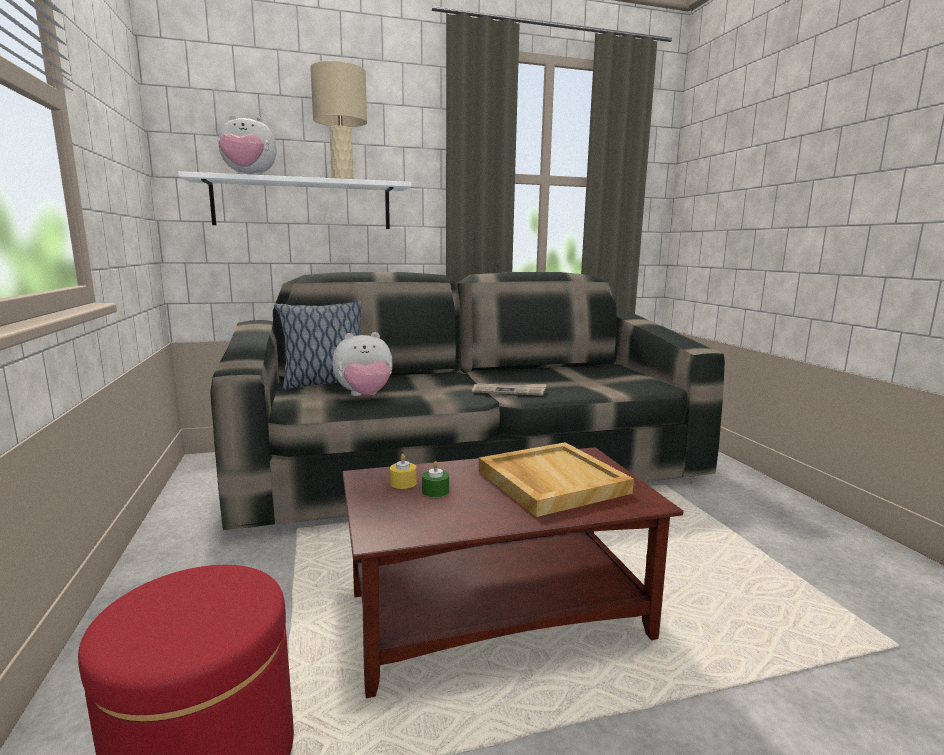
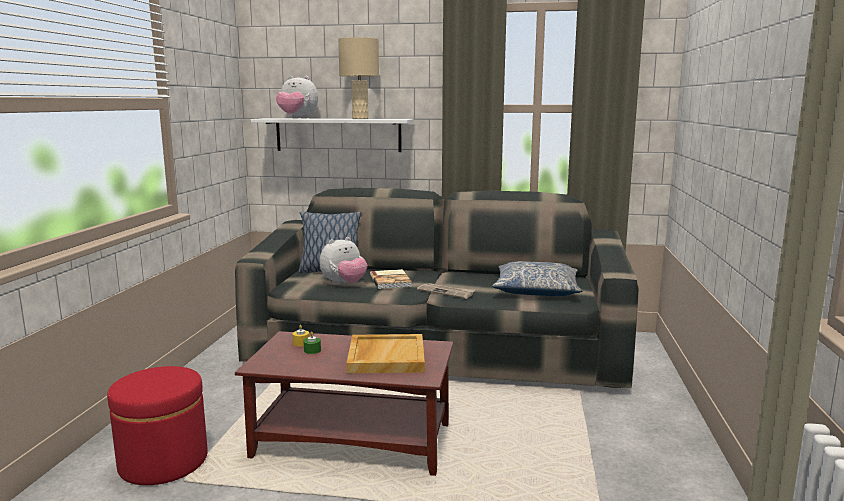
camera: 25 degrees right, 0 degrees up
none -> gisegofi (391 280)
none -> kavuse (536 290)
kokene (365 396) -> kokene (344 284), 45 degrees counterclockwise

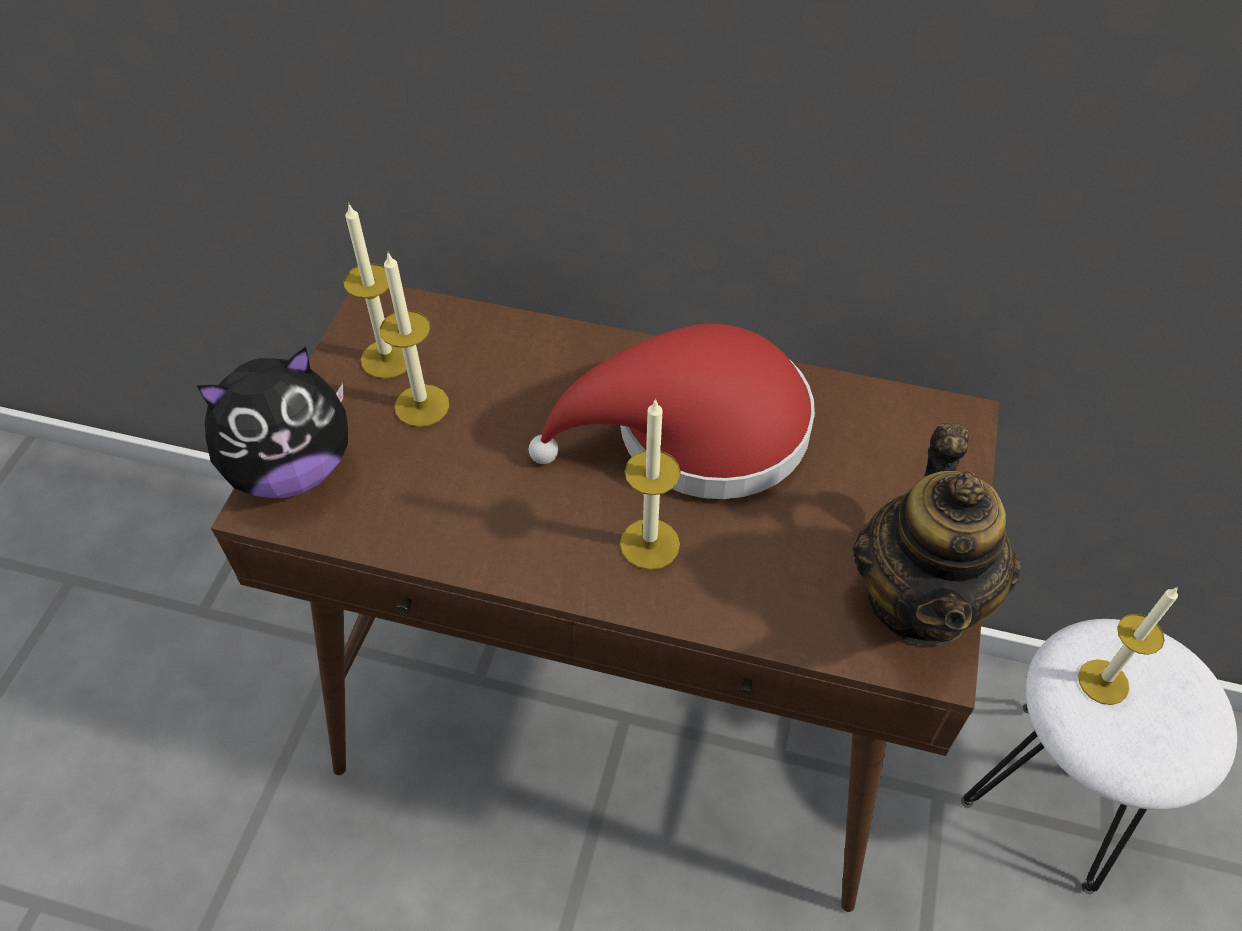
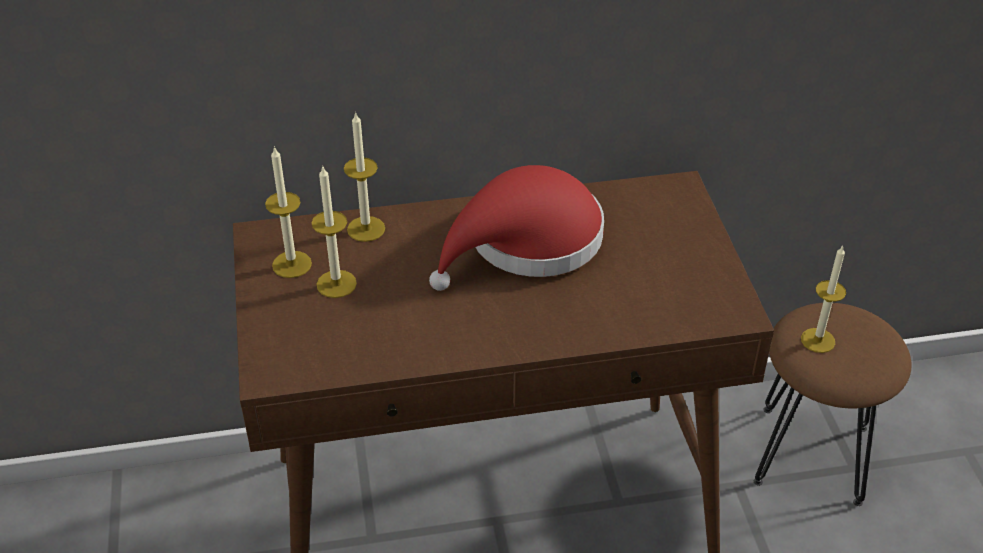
camera: 25 degrees left, 10 degrees down
kokene (292 469) -> none
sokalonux (920 599) -> none
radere (649 544) -> radere (366 229), relocated
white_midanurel (1055 792) -> brown_midanurel (809 454)

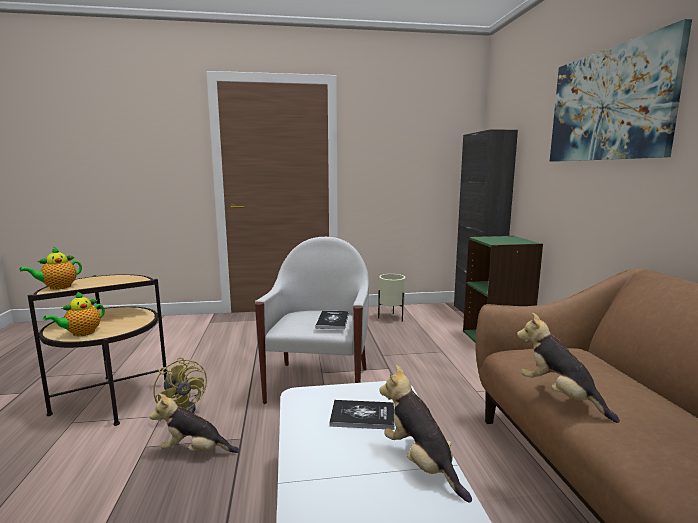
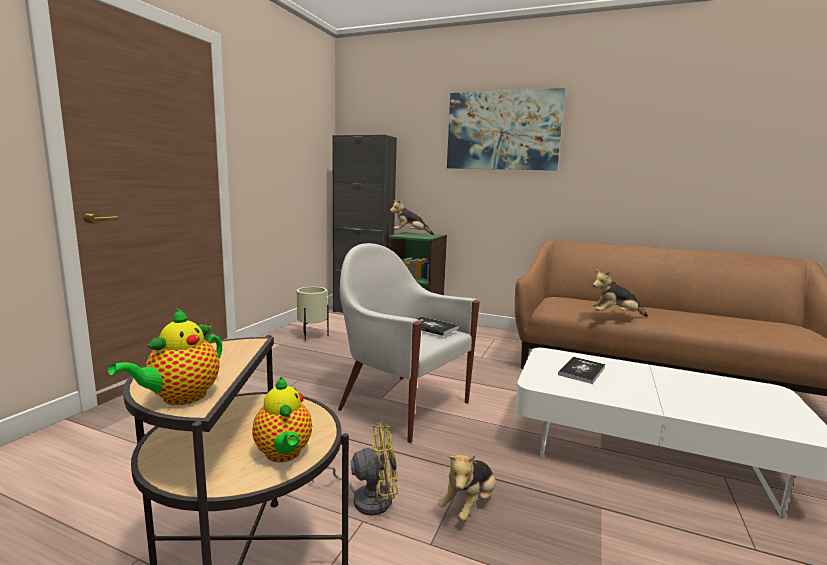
camera: 60 degrees left, 0 degrees up
kokene (421 463) -> kokene (410 234), relocated
sokalonux (57 287) -> sokalonux (180 398), 45 degrees clockwise

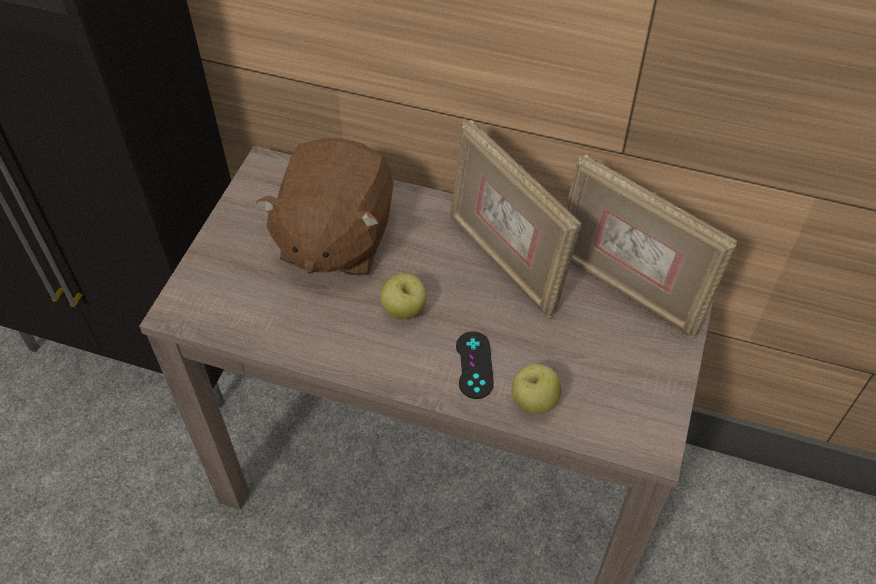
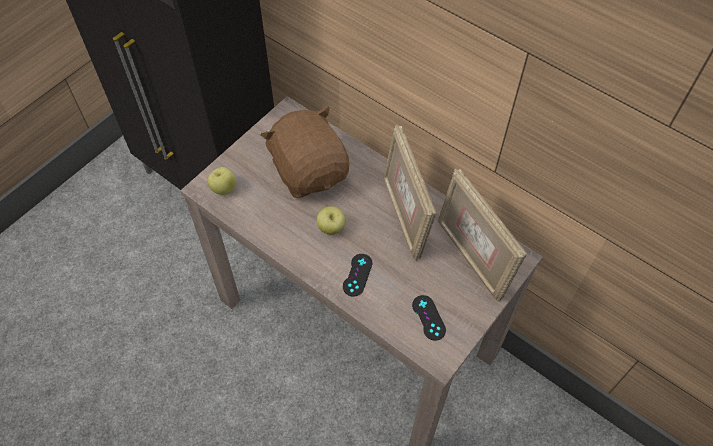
camera: 20 degrees right, 5 degrees up
none -> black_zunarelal (428 317)
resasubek (534 401) -> resasubek (223 188), relocated
brown_kokene (335 239) -> brown_kokene (309 171), 120 degrees clockwise

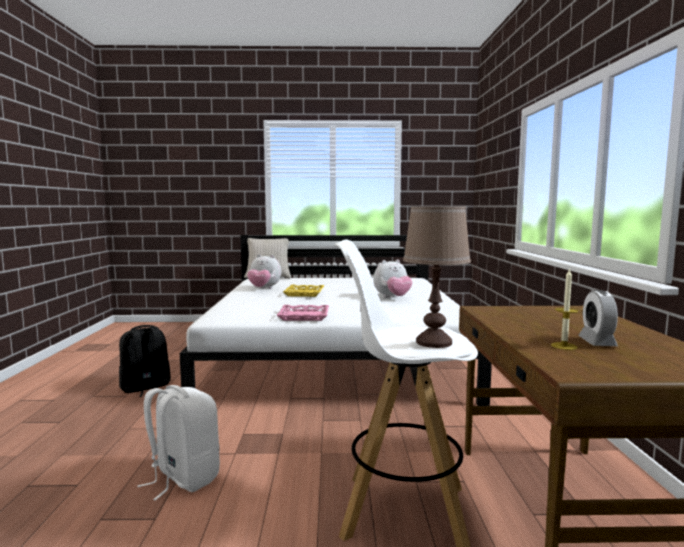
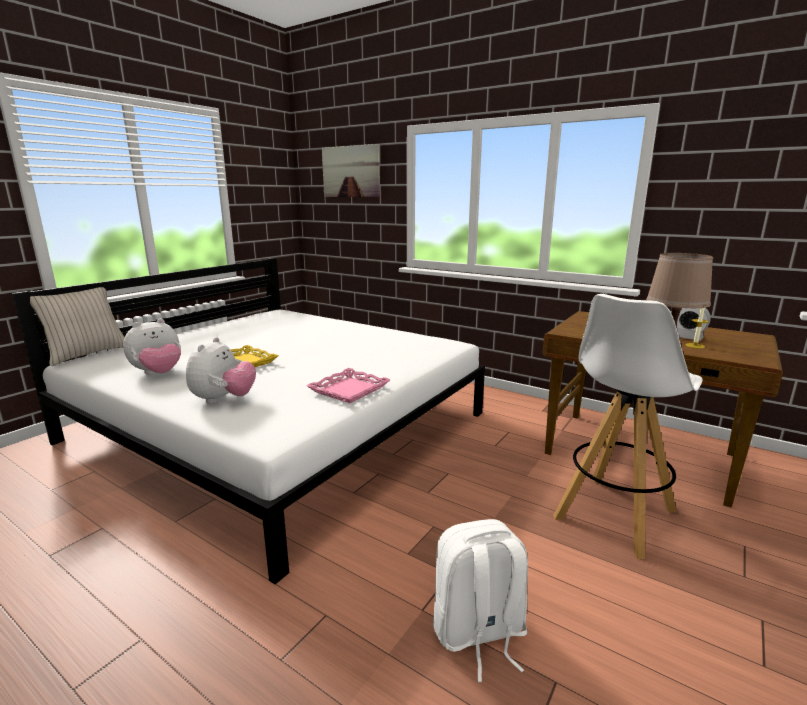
camera: 55 degrees left, 10 degrees up
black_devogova (145 388) -> none
none -> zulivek (351 171)
kokene (392 298) -> kokene (223 400), relocated

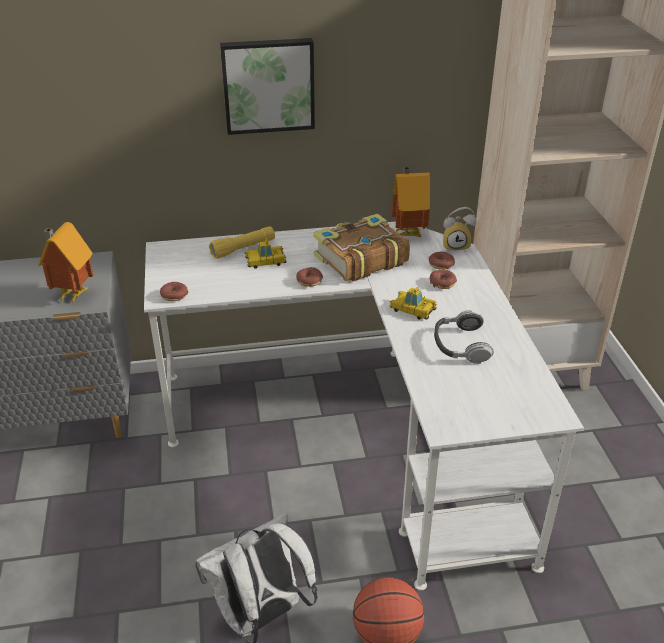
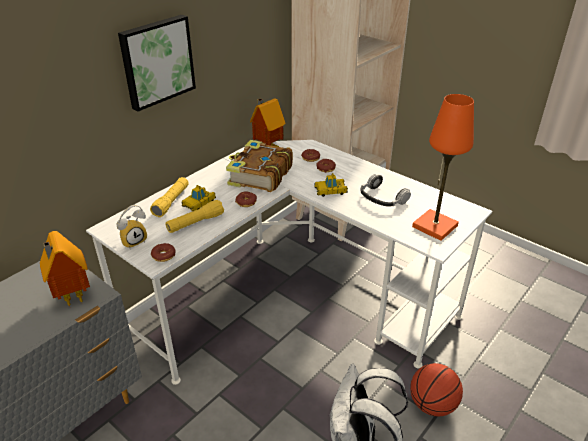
camera: 40 degrees left, 0 degrees up
none -> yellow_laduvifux (195 223)
none -> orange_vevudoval (434 226)
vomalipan (456 246) -> vomalipan (134 240), relocated

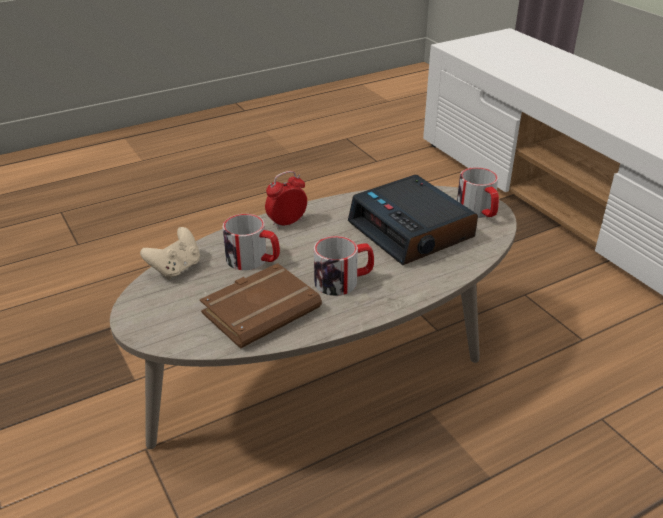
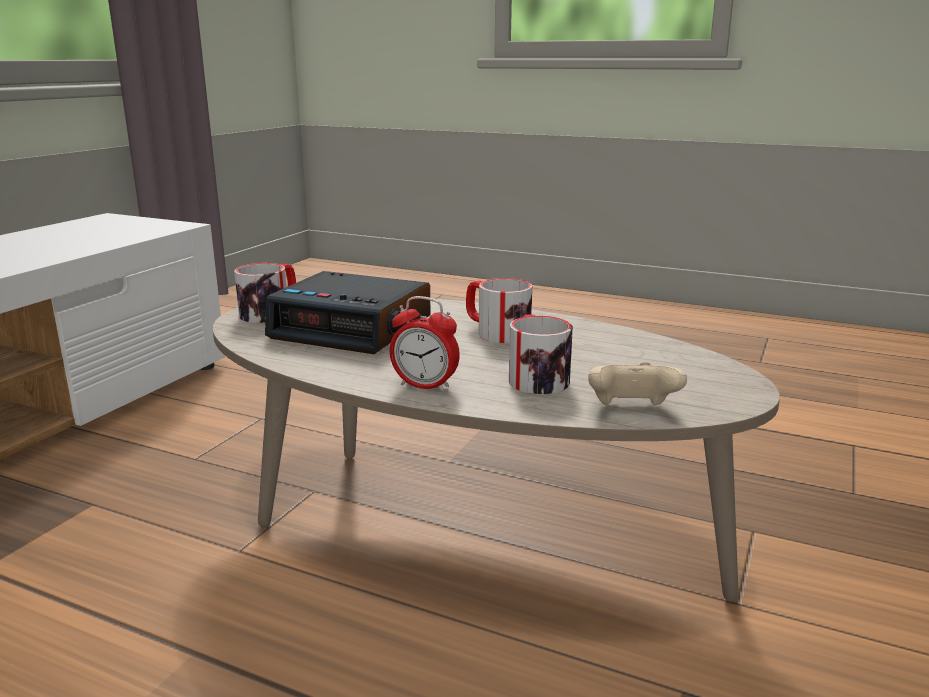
camera: 125 degrees left, 15 degrees down
brown_gisegofi (261 309) -> none
vomalipan (412 231) -> vomalipan (353 328), 90 degrees clockwise

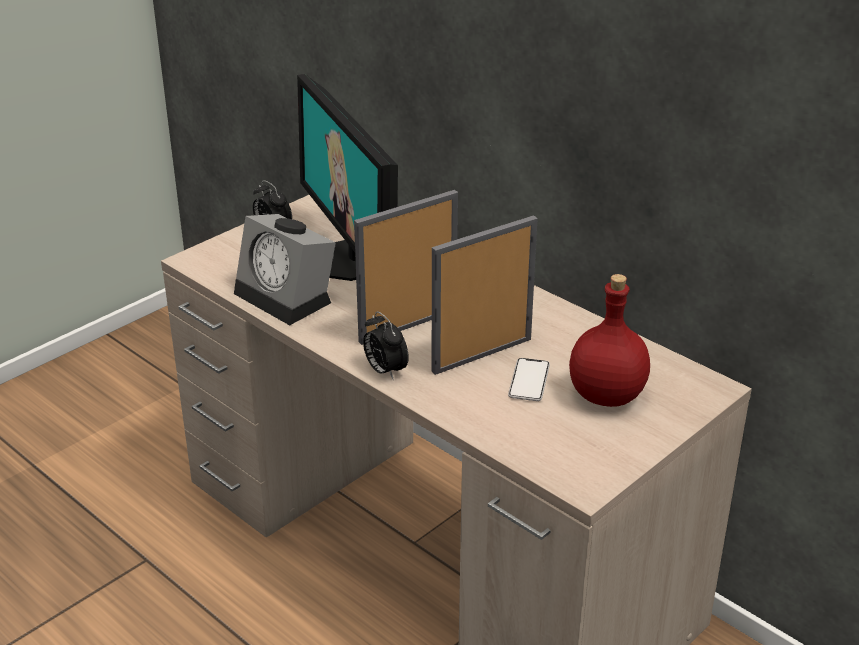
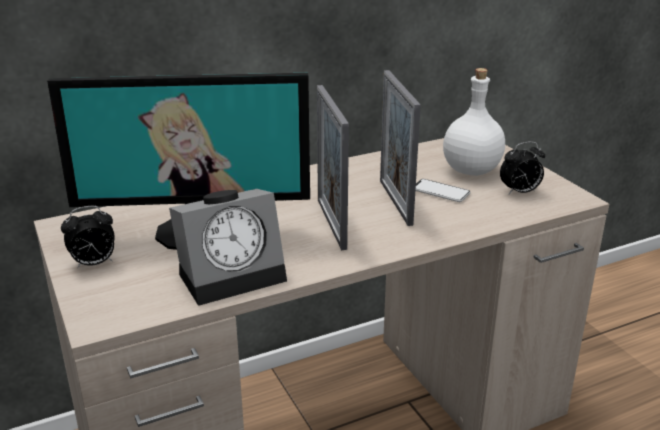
camera: 70 degrees left, 5 degrees down
vomalipan (385 371) -> vomalipan (519 192), relocated
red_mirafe (608 396) -> white_mirafe (472 170)

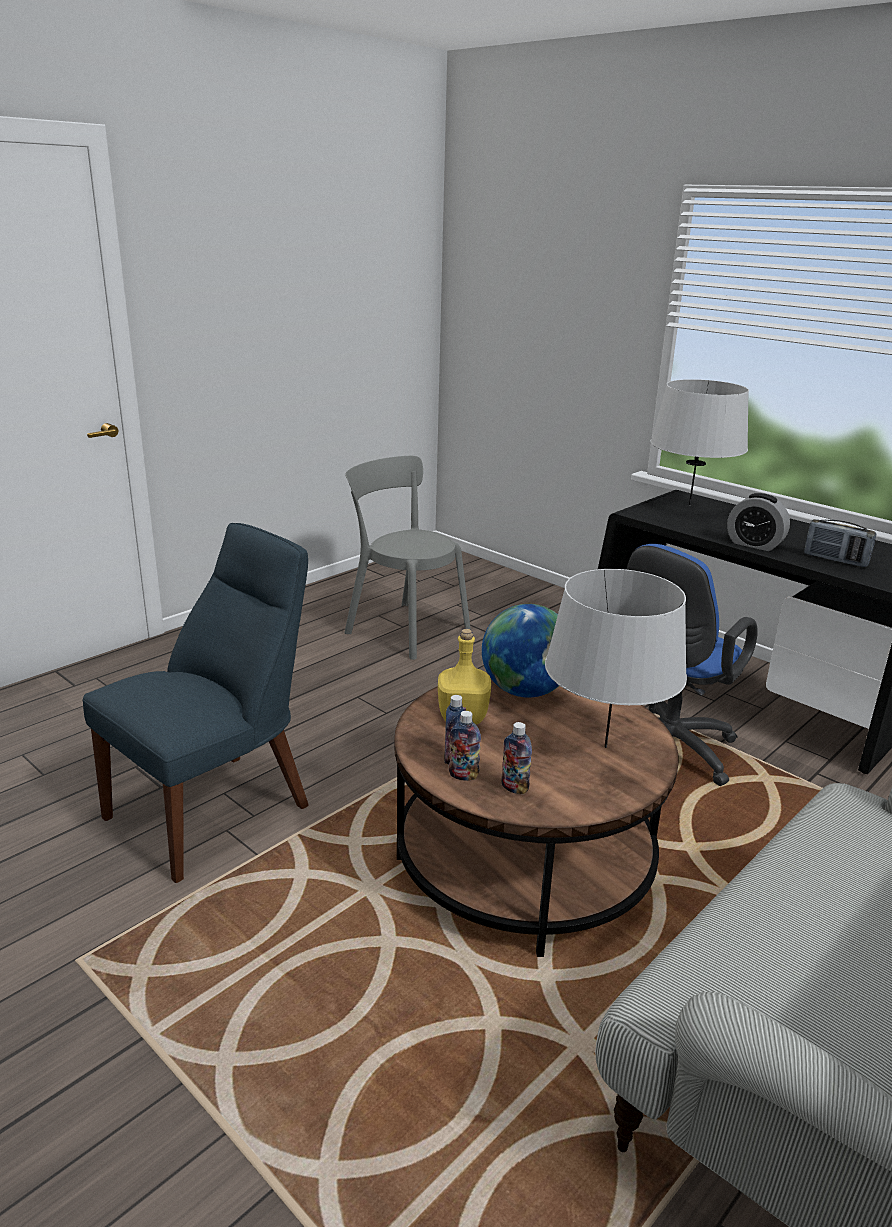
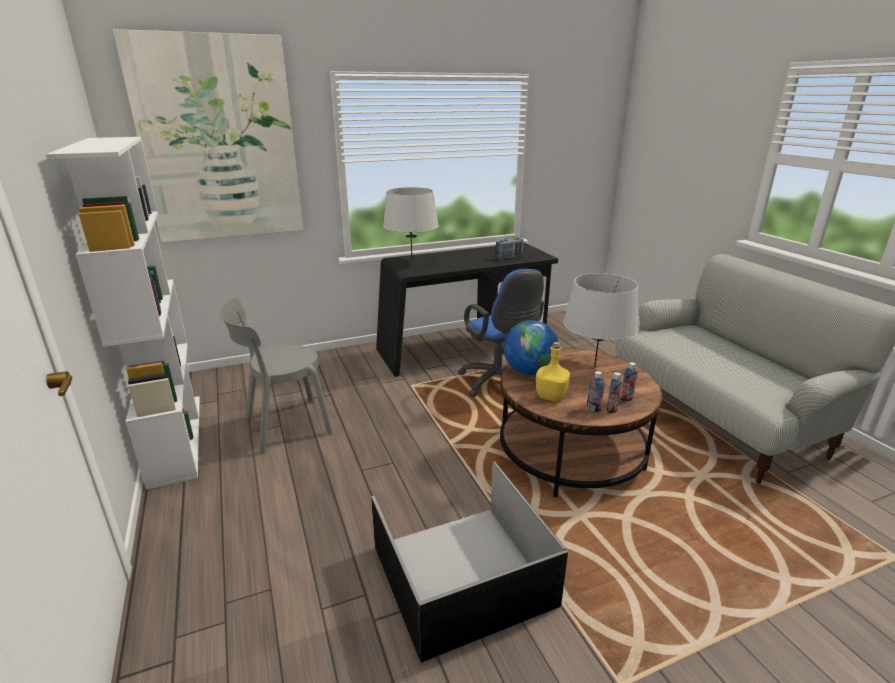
camera: 65 degrees left, 0 degrees up
vomalipan (754 544) -> none
none -> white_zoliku (175 437)
none -> zulivek (219 141)
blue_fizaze (216 809) -> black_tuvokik (464 574)

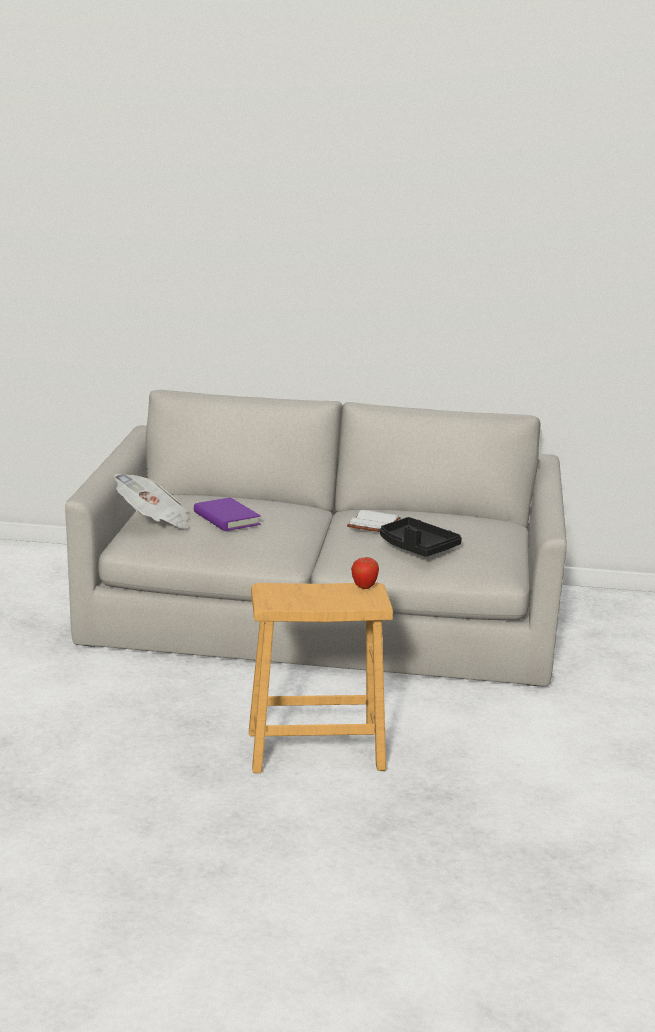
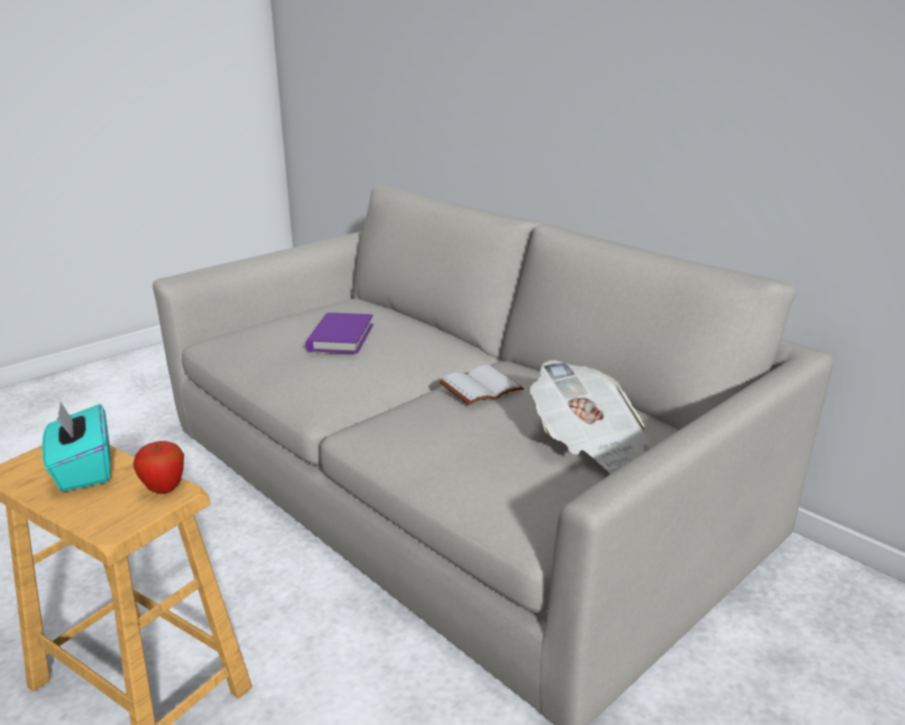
camera: 40 degrees right, 5 degrees up
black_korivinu (417 547) -> none
none -> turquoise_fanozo (83 470)
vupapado (153 521) -> vupapado (589 445), relocated

